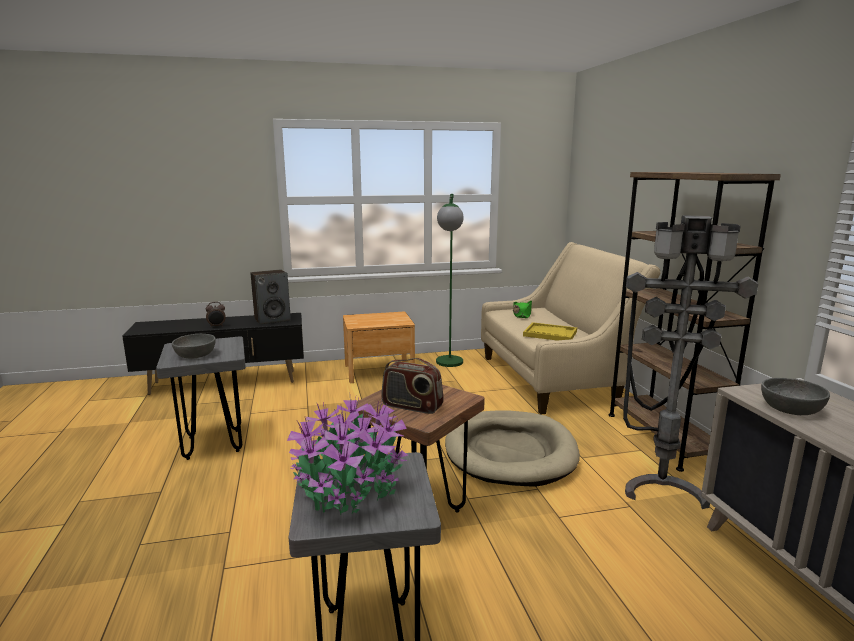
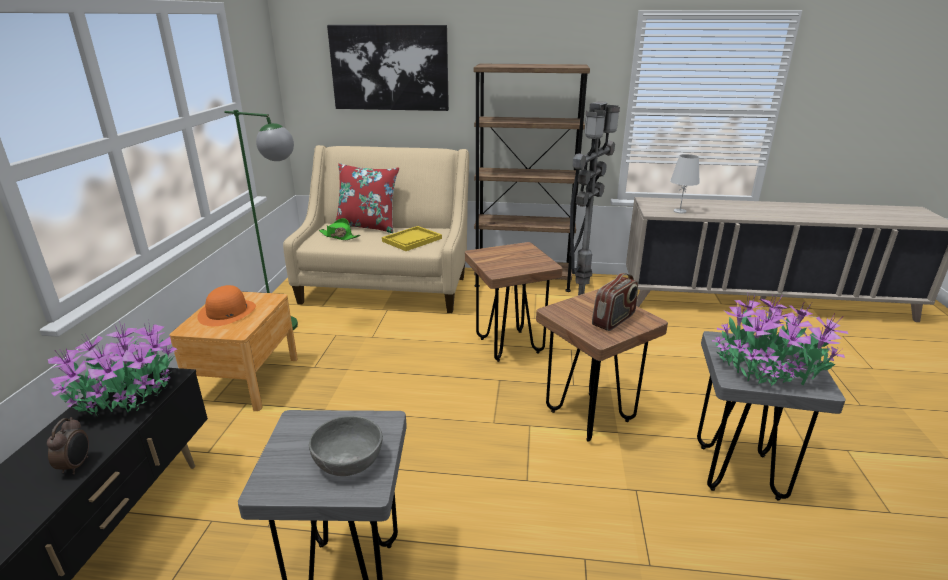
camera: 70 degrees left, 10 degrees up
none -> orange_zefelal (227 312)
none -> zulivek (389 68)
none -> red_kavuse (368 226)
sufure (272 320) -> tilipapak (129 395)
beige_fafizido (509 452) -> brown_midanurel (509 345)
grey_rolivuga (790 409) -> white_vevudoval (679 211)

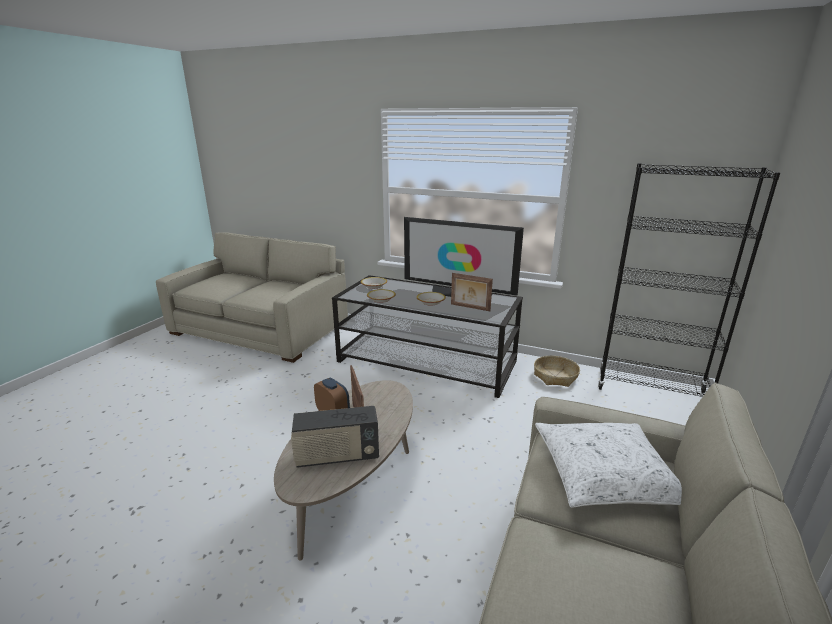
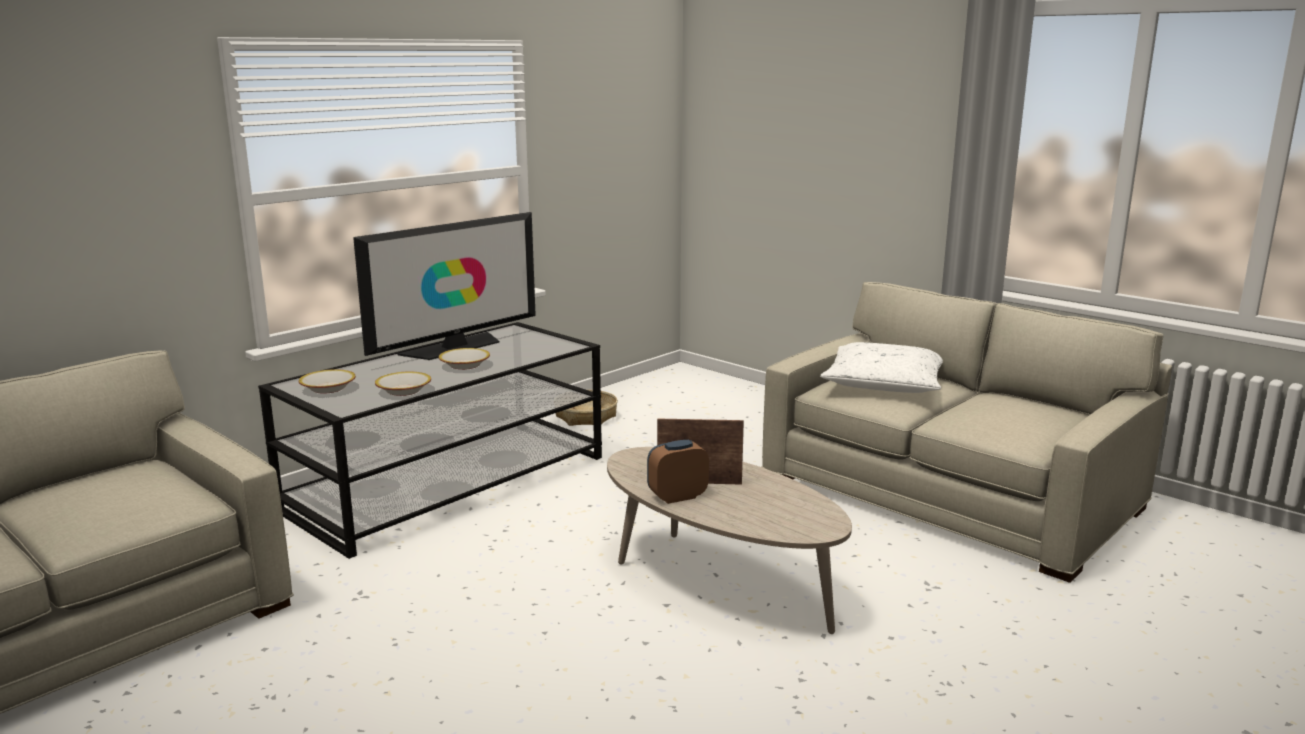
camera: 70 degrees left, 5 degrees down
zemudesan (337 456) -> none
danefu (470 307) -> none
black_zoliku (651 390) -> none

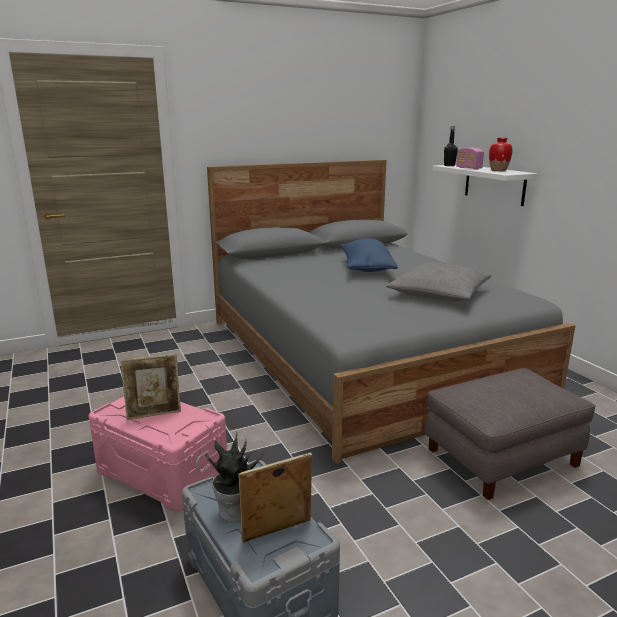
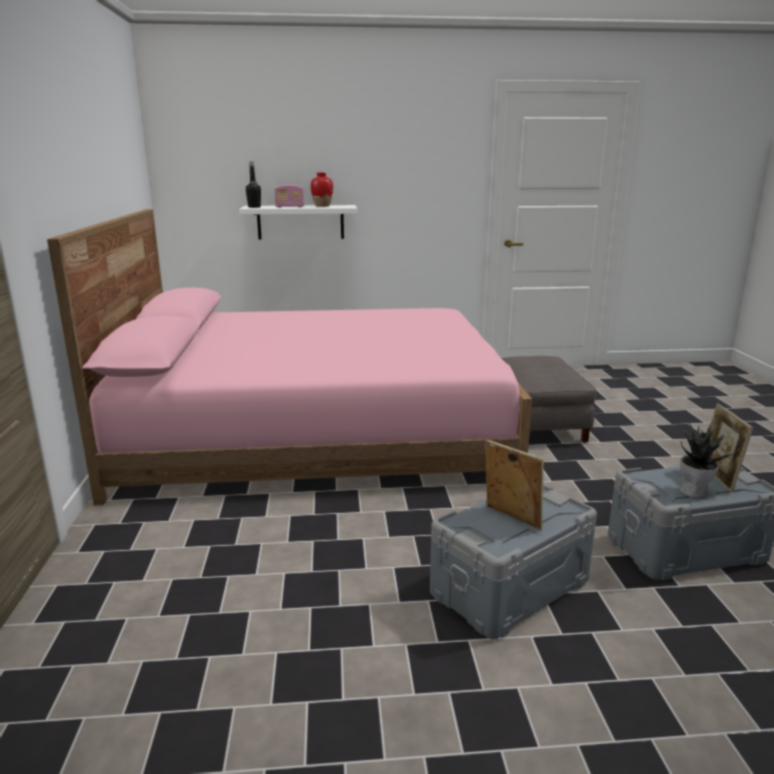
camera: 70 degrees left, 0 degrees up
blue_kavuse (366 268) -> none
grey_kavuse (438 293) -> none
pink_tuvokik (163 472) -> grey_tuvokik (508 587)
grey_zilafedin (363 354) -> pink_zilafedin (316 431)
danefu (154 414) -> danefu (511 518), 45 degrees counterclockwise

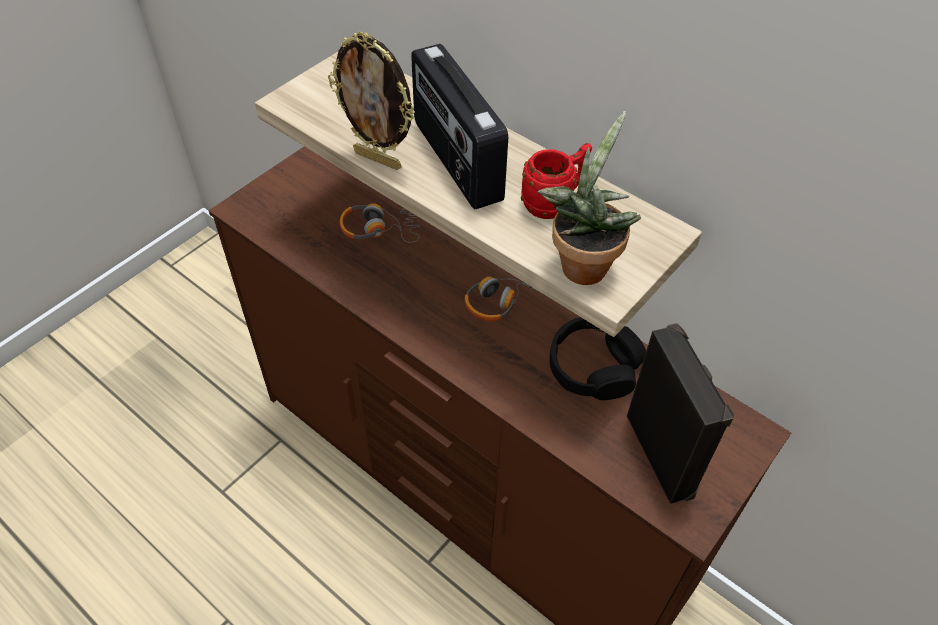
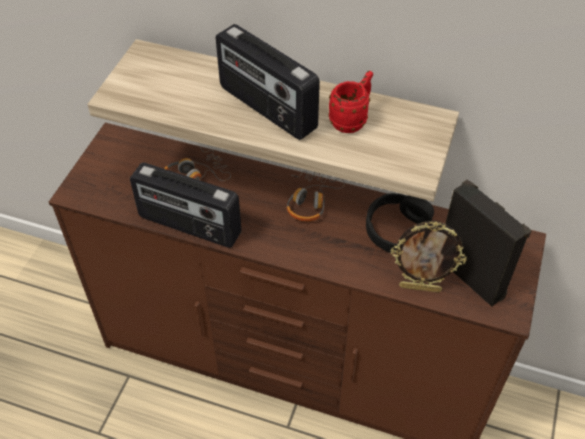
camera: 20 degrees left, 0 degrees up
tilipapak (582 263) -> none
none -> zemudesan (189 226)
danefu (378 159) -> danefu (420 287), relocated

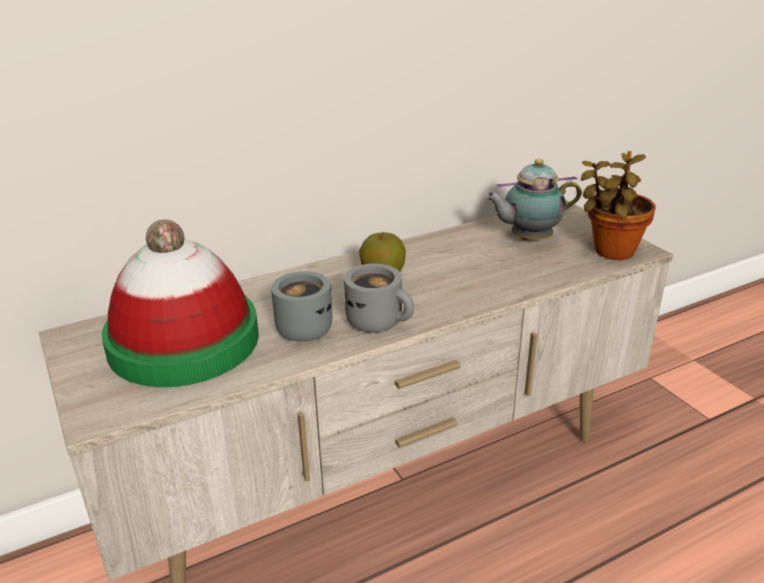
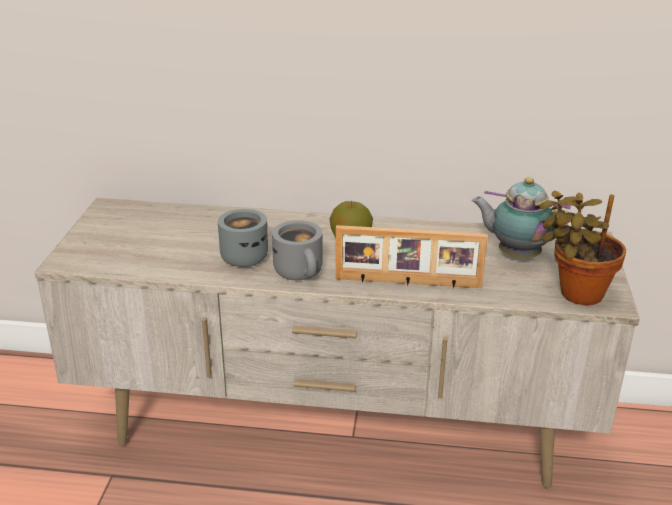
camera: 35 degrees right, 0 degrees up
zefelal (184 341) -> none
none -> danefu (408 283)

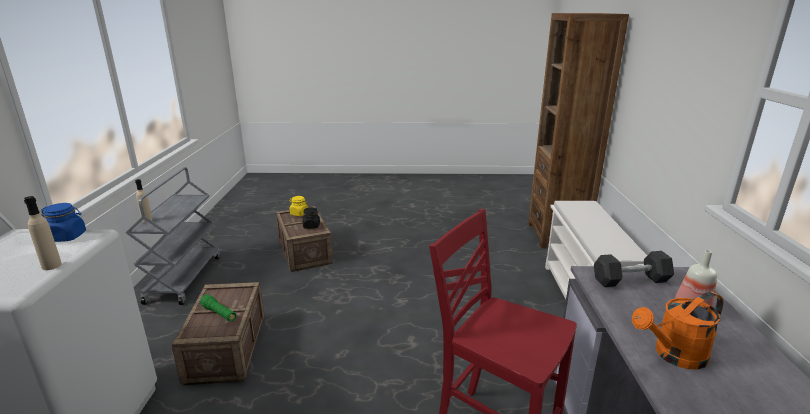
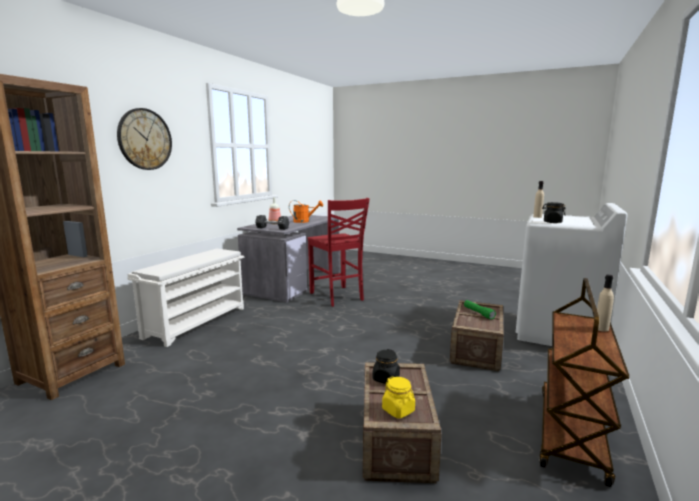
camera: 155 degrees left, 10 degrees down
none -> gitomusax (145 139)
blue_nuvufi (67 237) -> black_nuvufi (552 222)
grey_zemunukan (184 278) -> brown_zemunukan (572 435)

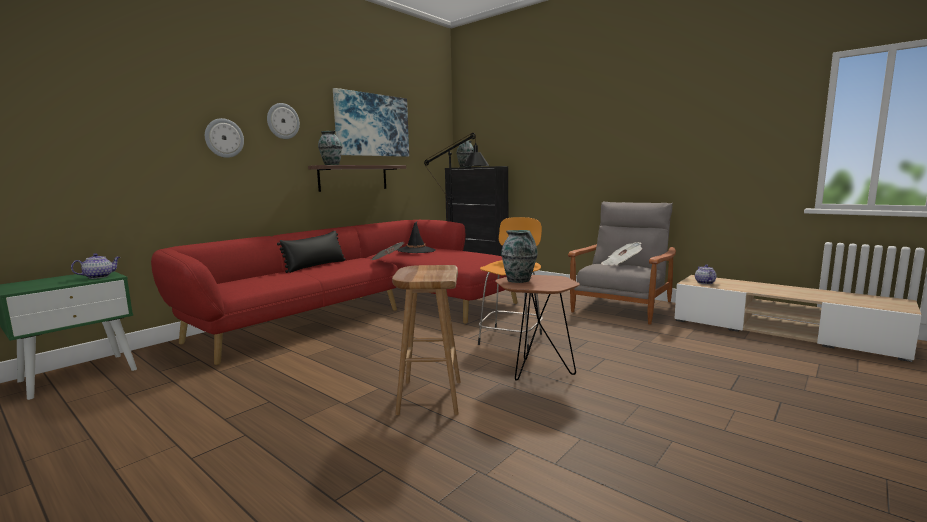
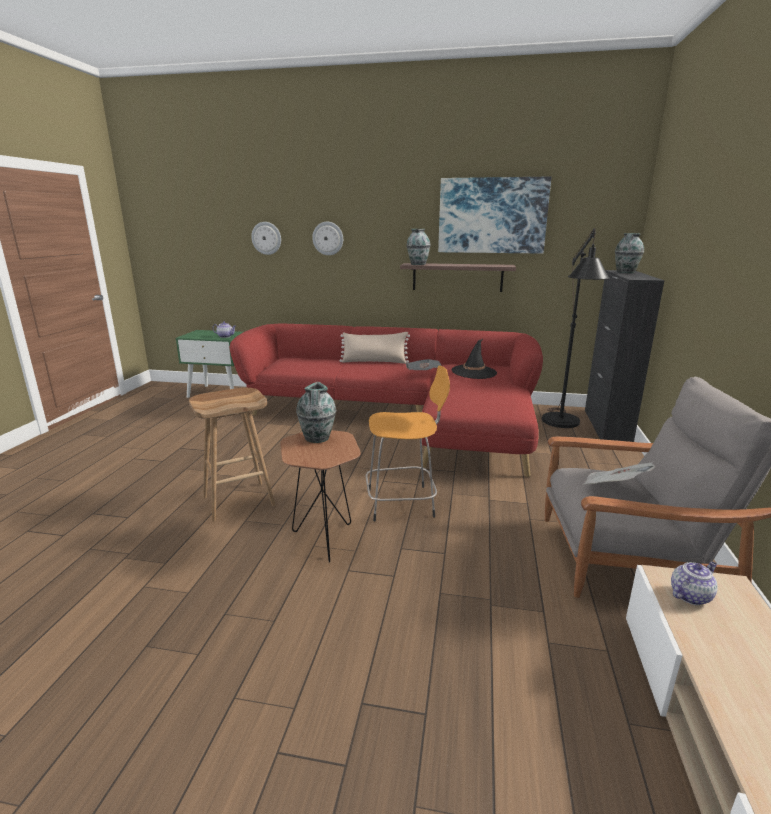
camera: 60 degrees right, 10 degrees up
gitomusax (283 121) -> gitomusax (266 238), relocated
black_kavuse (315 266) -> beige_kavuse (374 362)

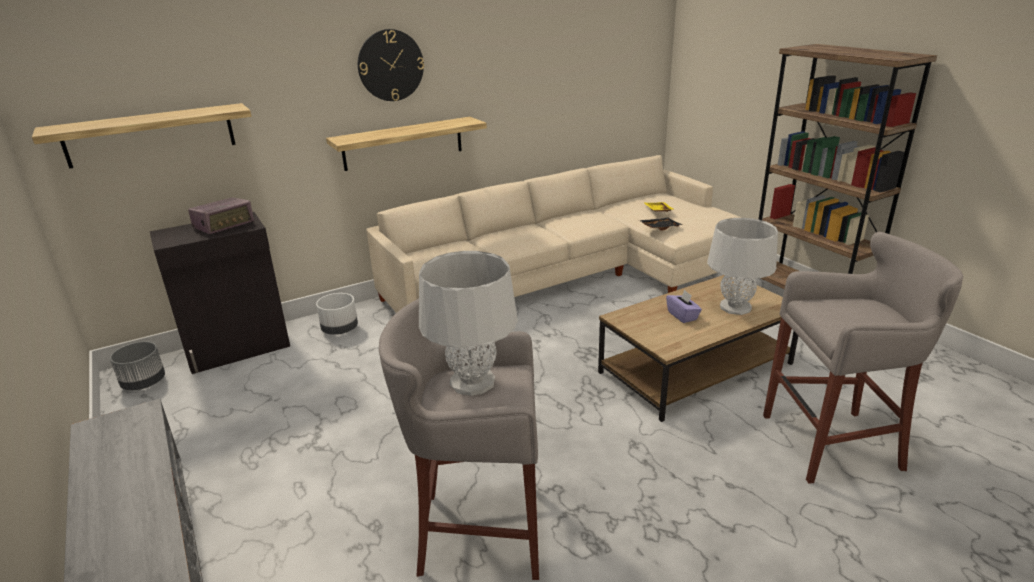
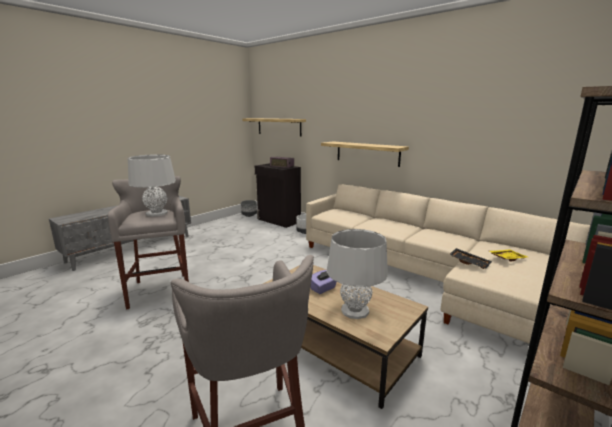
camera: 70 degrees right, 10 degrees down
gitomusax (390 65) -> none

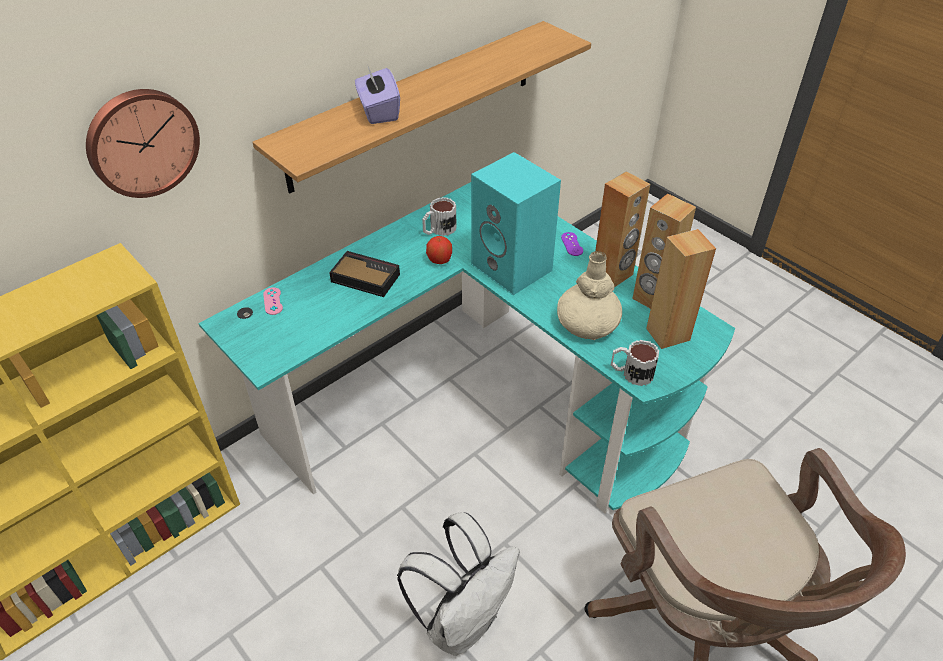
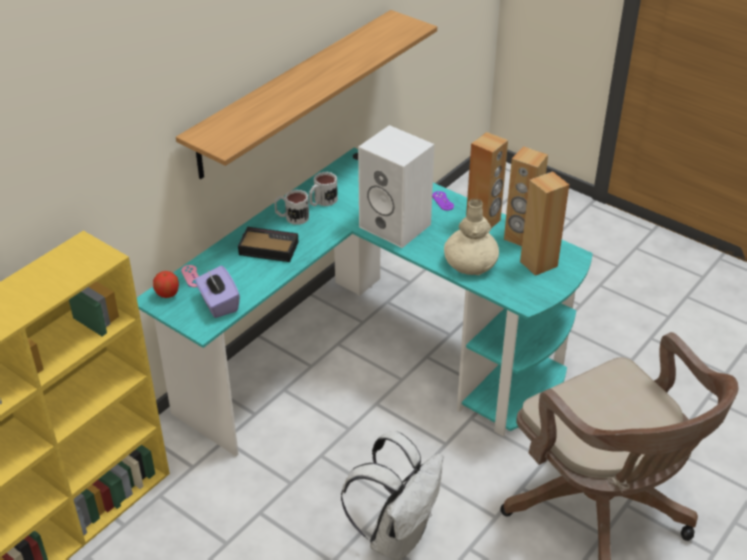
camera: 10 degrees left, 5 degrees down
gitomusax (141 142) -> none
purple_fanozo (378 111) -> purple_fanozo (218 303), relocated
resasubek (439 260) -> resasubek (167 294), relocated
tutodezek (631 373) -> tutodezek (292 217), relocated
turquoise_sufure (514 267) -> white_sufure (397 225)

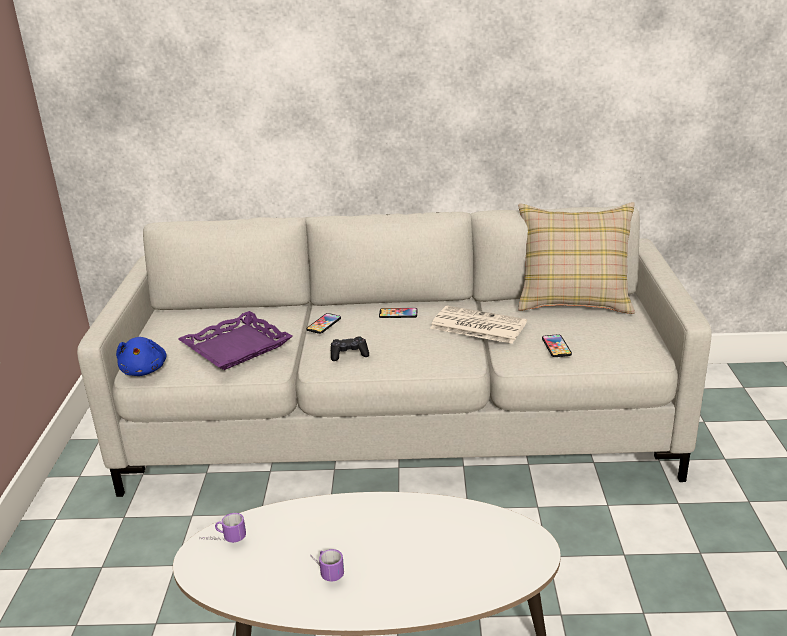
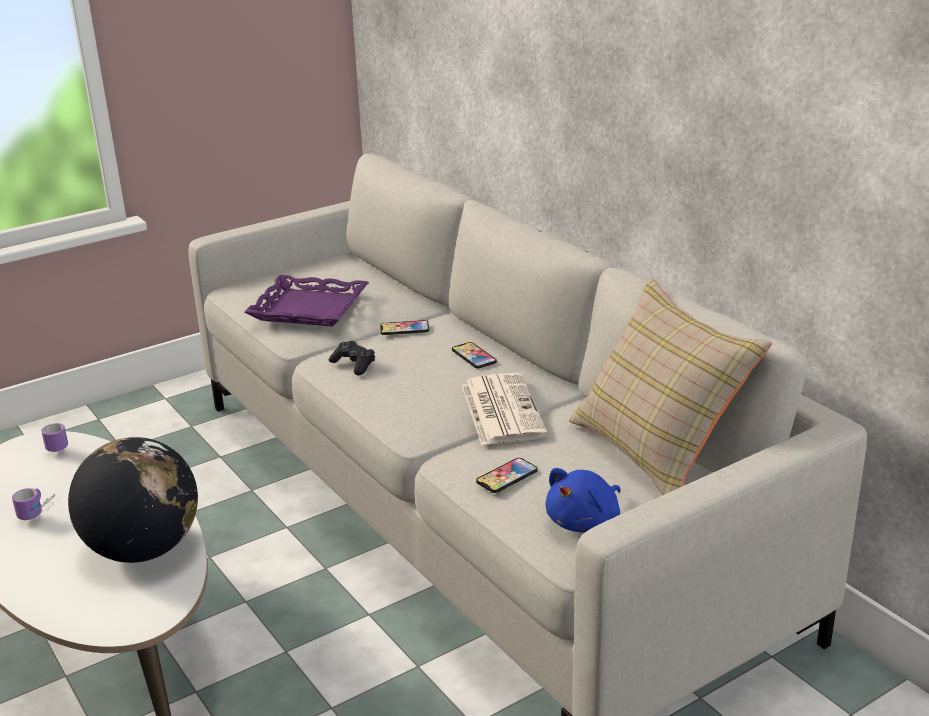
camera: 55 degrees right, 0 degrees up
none -> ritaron (143 549)
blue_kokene (144 370) -> blue_kokene (585 522), relocated

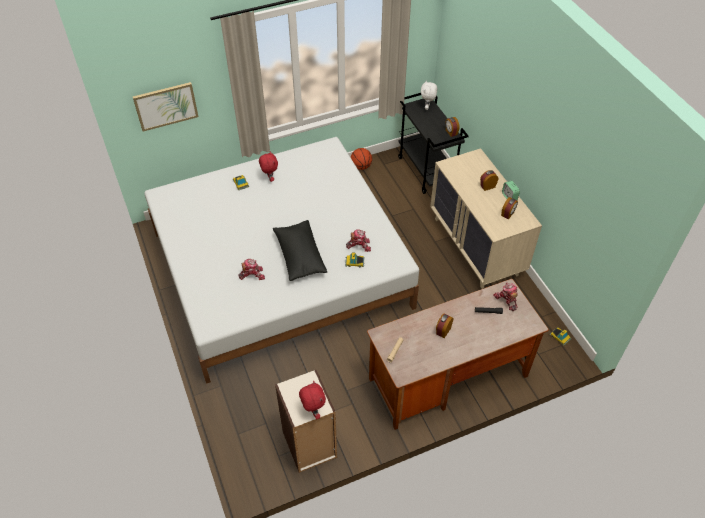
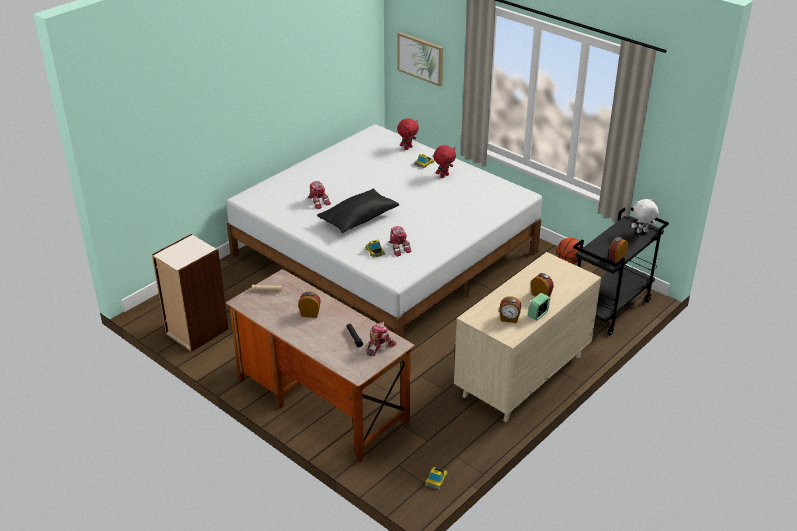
camera: 65 degrees right, 15 degrees down
red_kokene (313 411) -> red_kokene (407 148), relocated

